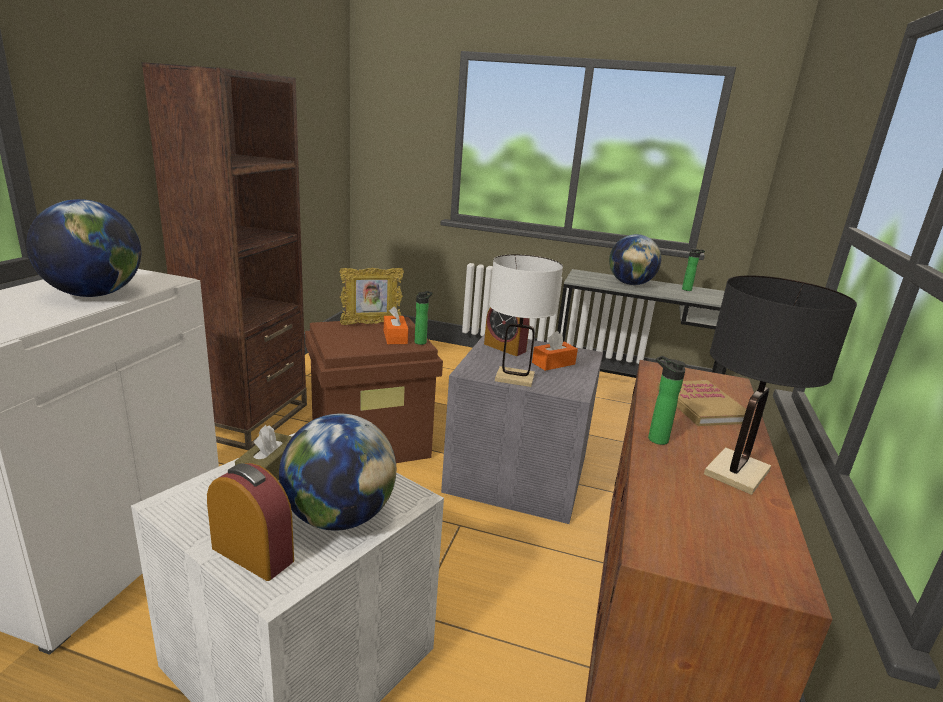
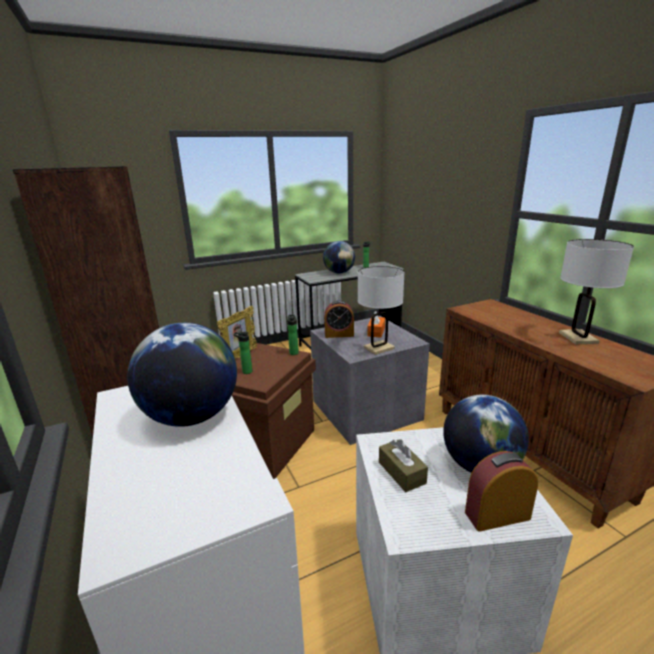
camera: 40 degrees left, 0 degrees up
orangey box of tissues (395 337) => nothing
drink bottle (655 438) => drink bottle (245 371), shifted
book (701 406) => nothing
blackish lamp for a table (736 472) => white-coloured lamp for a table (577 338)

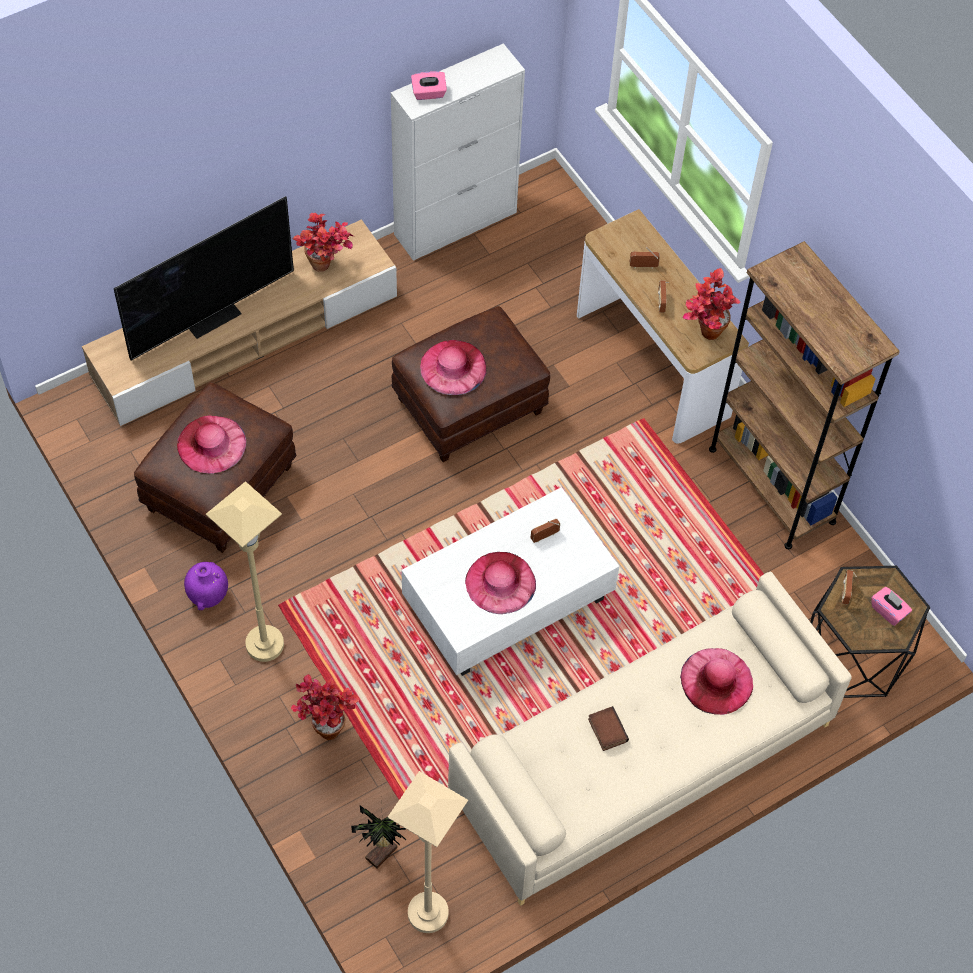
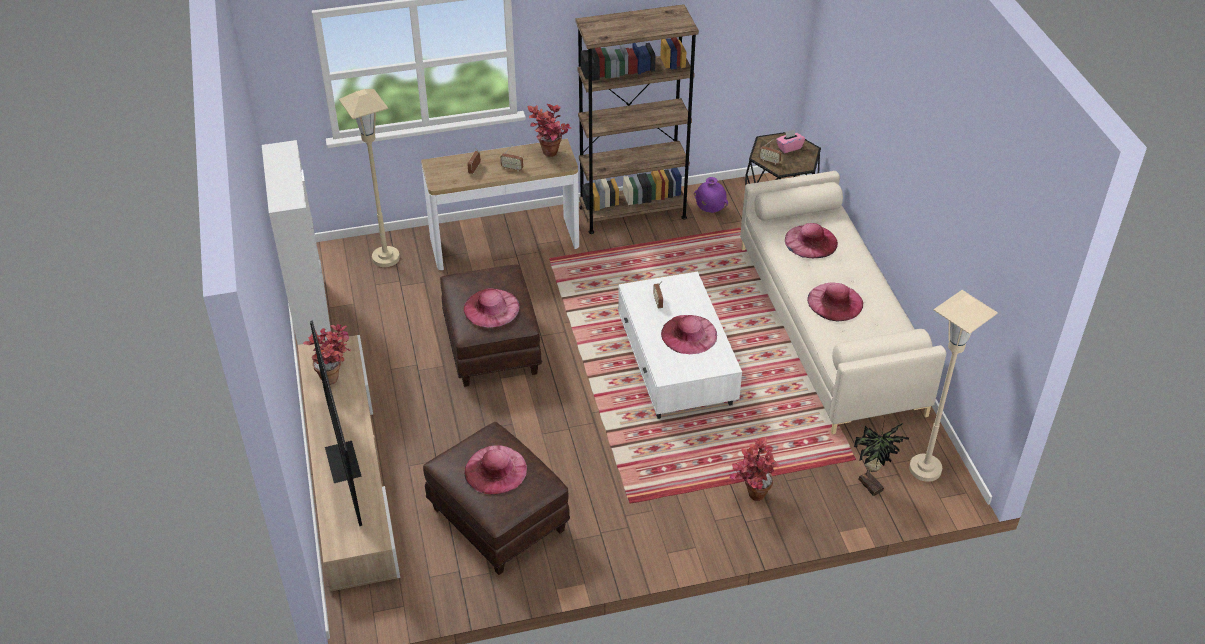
camera: 70 degrees left, 15 degrees down
purple decorative vase (208 595) => purple decorative vase (709 210), shifted
beige floor lamp (264 644) => beige floor lamp (385 258), shifted
pink box of tissues (429 93) => nothing
book (606 730) => pink wearable hat (835 302)

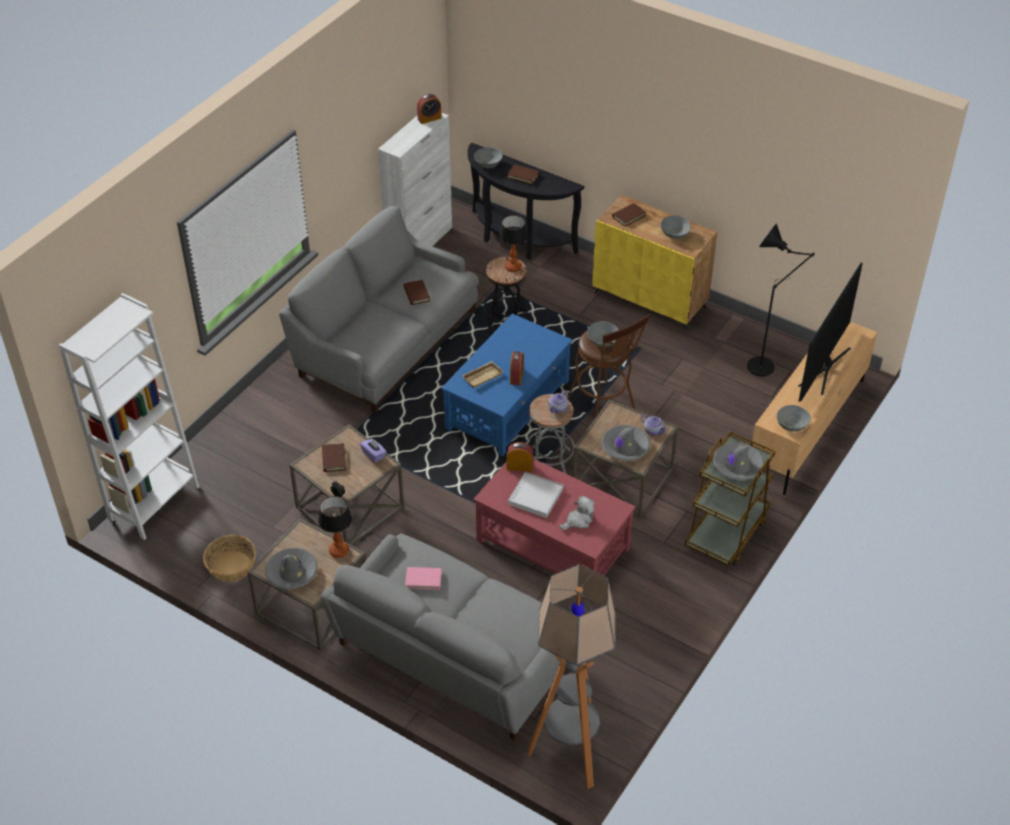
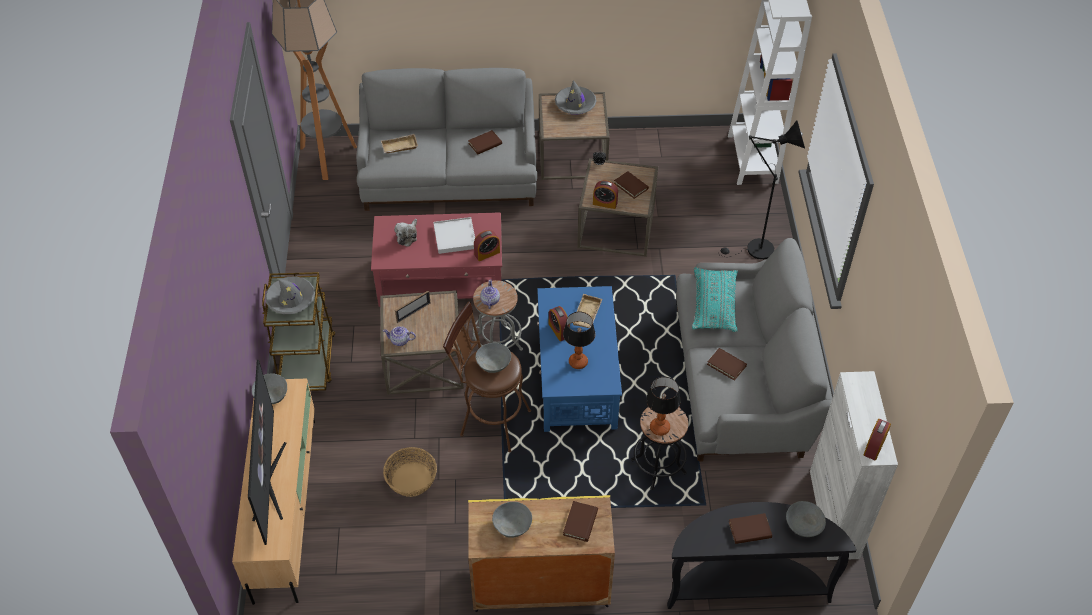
camera: 145 degrees right, 5 degrees up
basket (231 566) => basket (412 479), shifted
lamp for a table (338 551) => lamp for a table (578 362), shifted
purple box of tissues (374 455) => alarm clock (605 203)
pink book (423 579) => brownish book (485 144)
greyish wearable hat (625 447) => standing frame (413 312)
blackish floor lamp (766 368) => blackish floor lamp (755 250), shifted
nothing => beige carrying tray (399 147)
nothing => turquoise cushion (714 306)

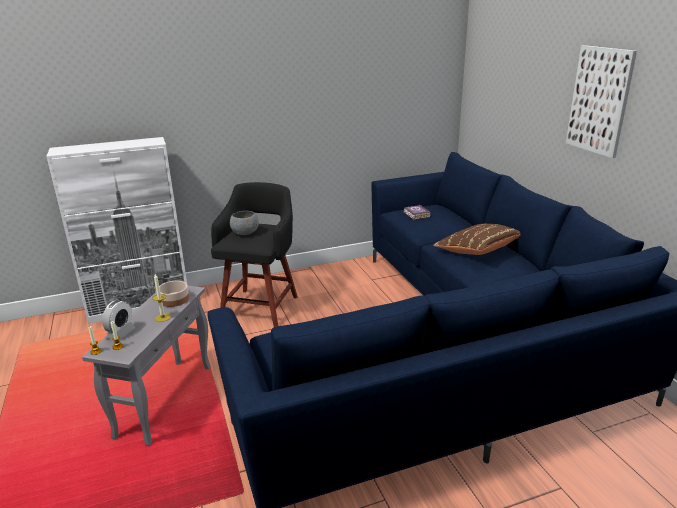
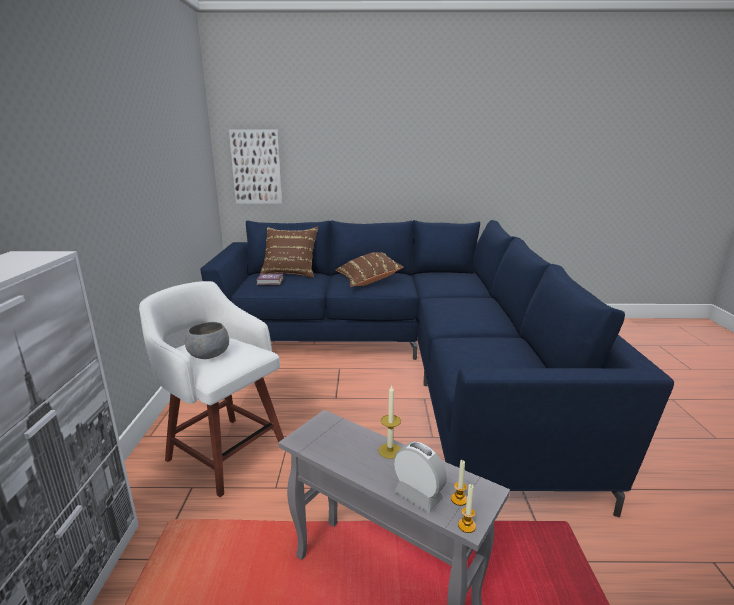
camera: 70 degrees left, 5 degrees down
bowl (174 299) => nothing
blackish stool seat (261 306) => white-coloured stool seat (225 452)
picture (599 100) => picture (256 167), shifted
nothing => brownish cushion (290 272)

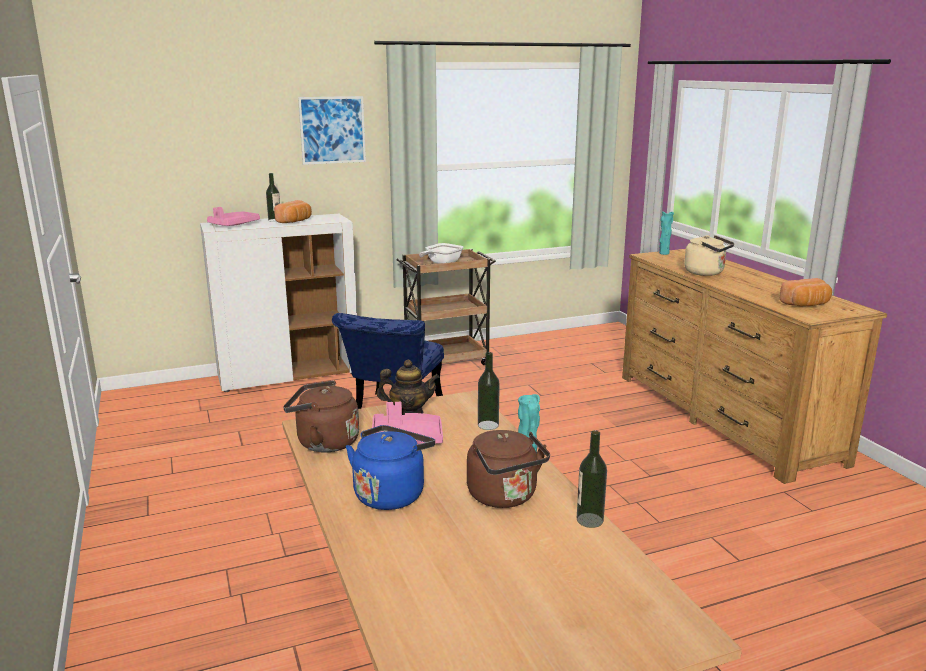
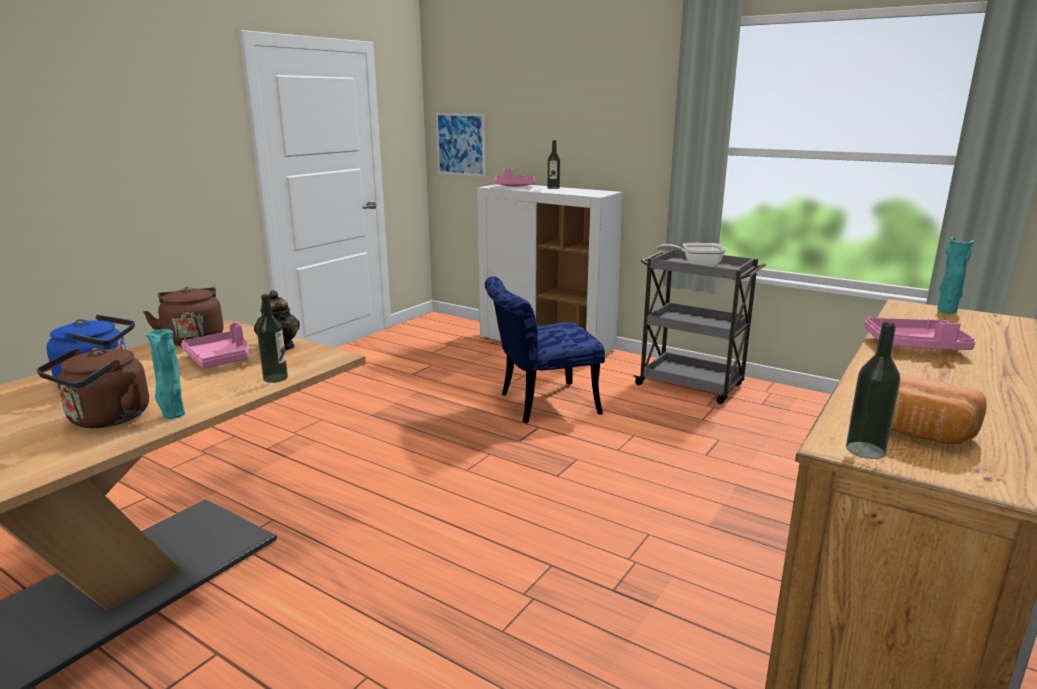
camera: 55 degrees right, 0 degrees up
bread (295 221) => nothing
picture (332 130) => picture (460 144), shifted
brownish trolley (446 361) => greyish trolley (691 385)
drink bottle (589 520) => drink bottle (865 450), shifted
beige kettle (706 273) => pink carrying tray (915 346)

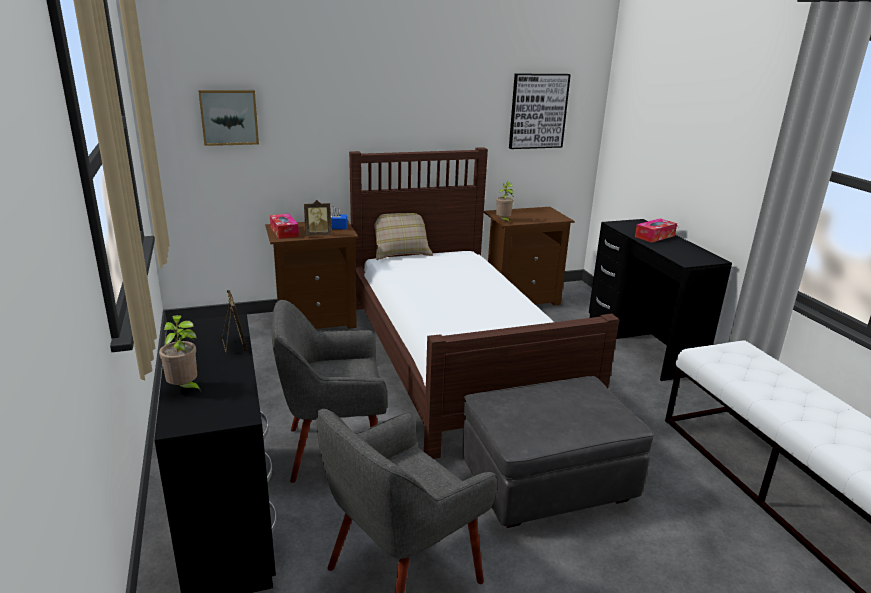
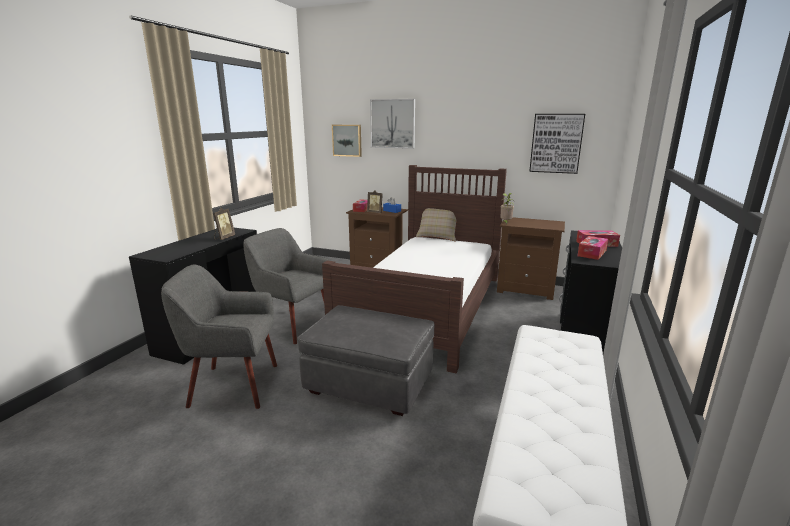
camera: 40 degrees right, 5 degrees down
plant in a pot (185 389) => nothing
nothing => picture (392 123)
nothing => box of tissues (592 253)

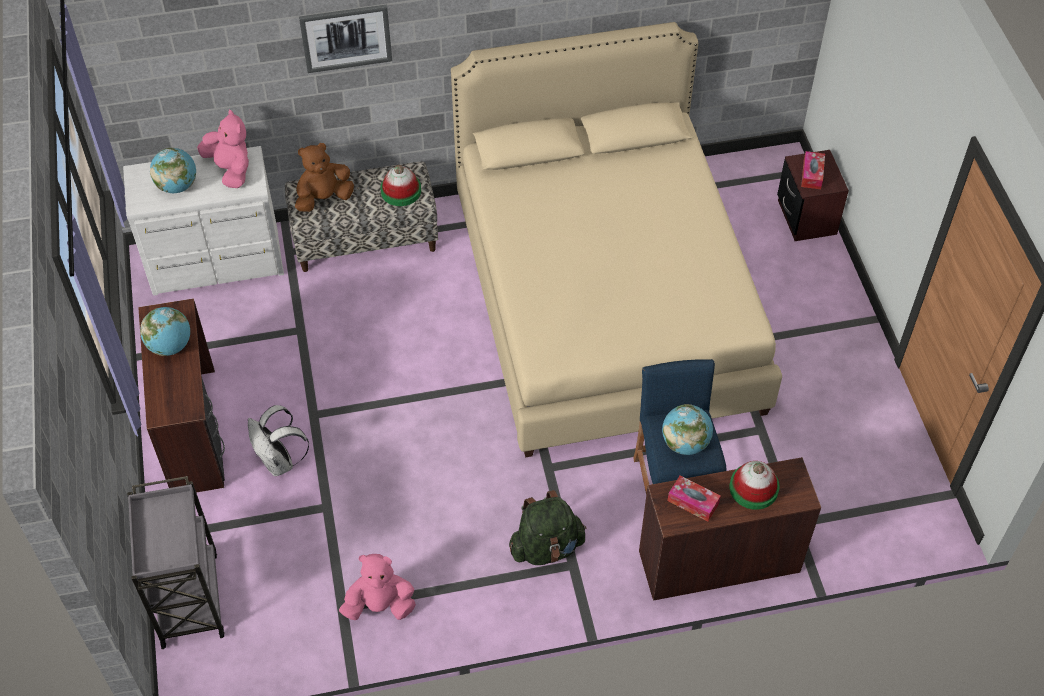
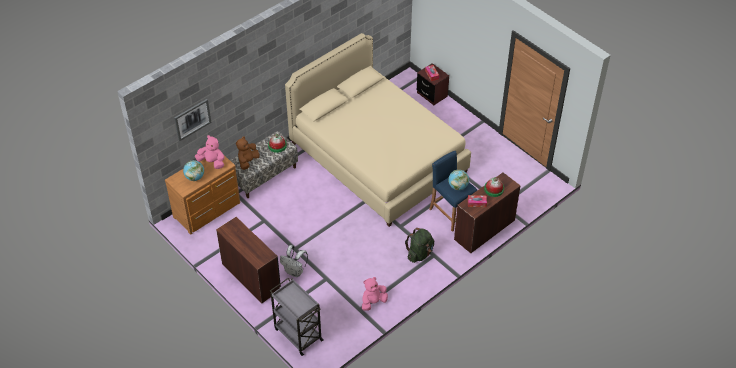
camera: 30 degrees left, 5 degrees down
white-coloured drawer chest (217 264) => brownish drawer chest (208 210)
globe (170 346) => nothing
picture (346 38) => picture (192 119), shifted

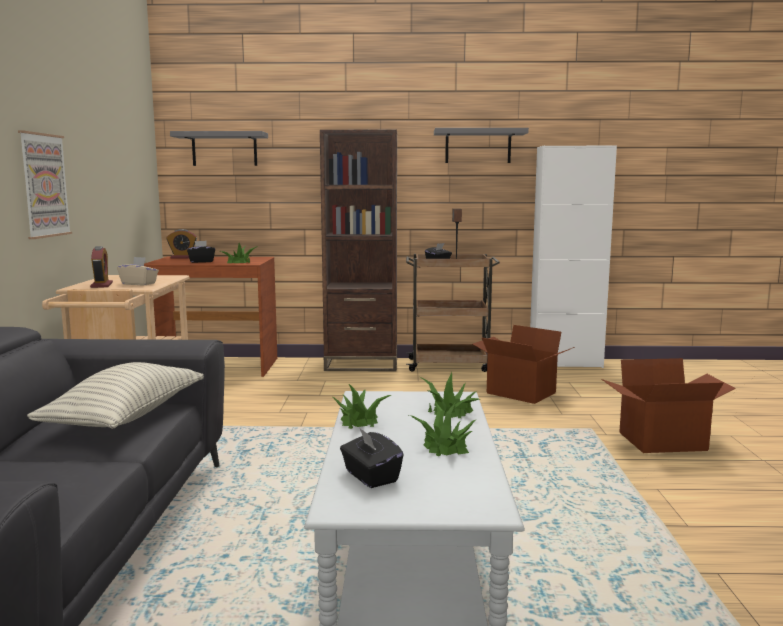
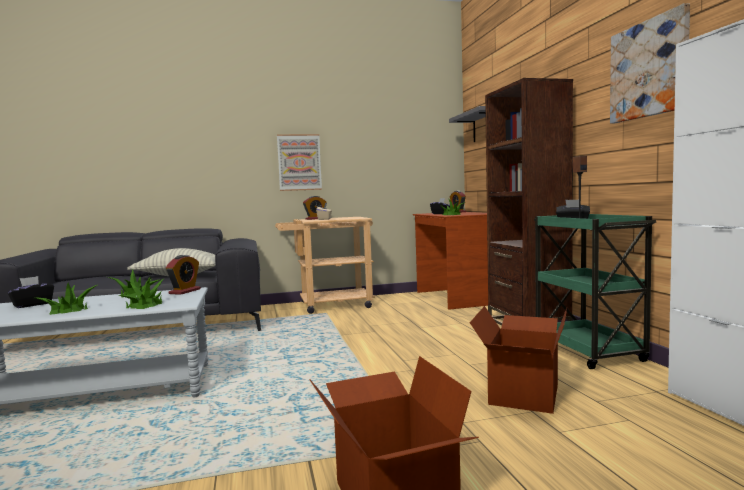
camera: 75 degrees right, 5 degrees down
brownish trolley (450 365) => greenish trolley (588 352)
greyish wall shelf (478 146) => picture (649 69)
nothing => alarm clock (185 291)

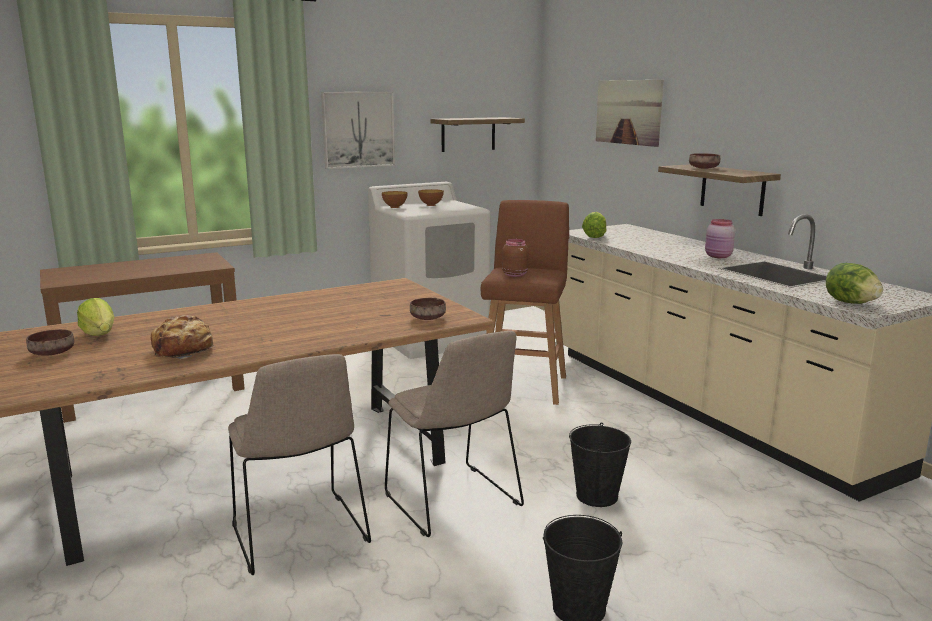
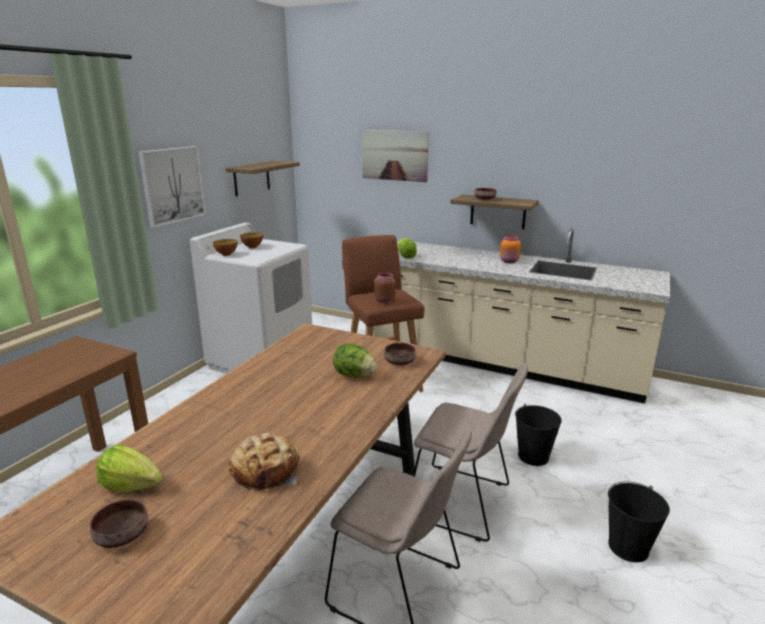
camera: 35 degrees left, 5 degrees up
pink storage jar (718 256) => orangey storage jar (509 261)
lettuce head (850 303) => lettuce head (354 375), shifted

